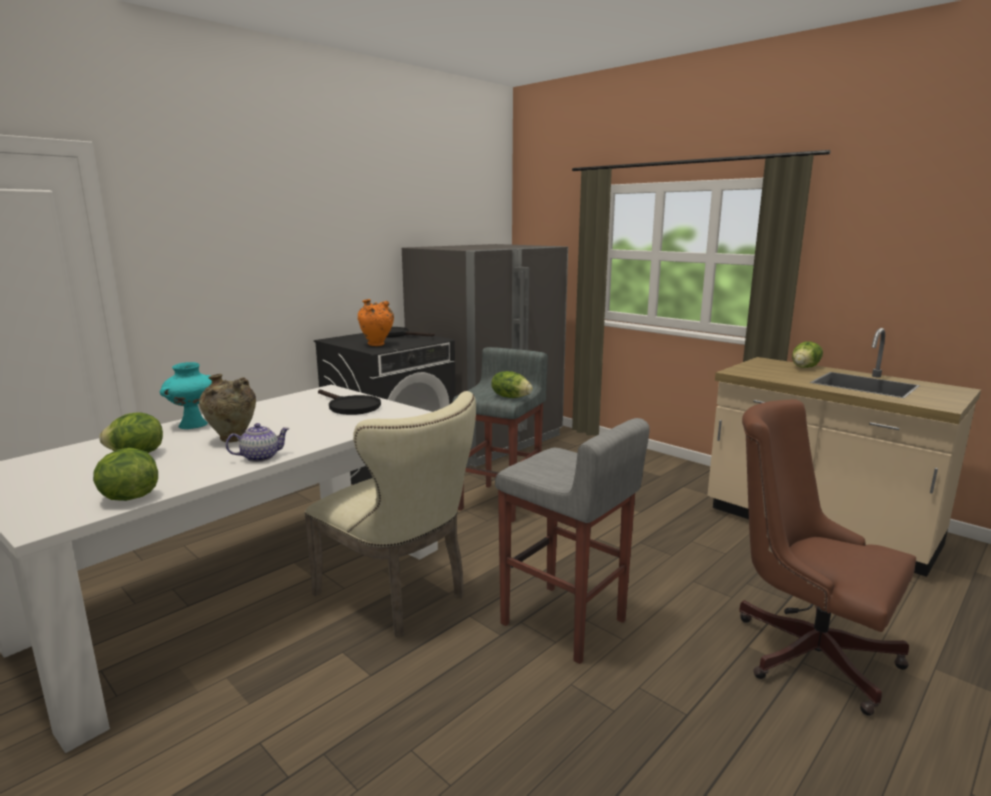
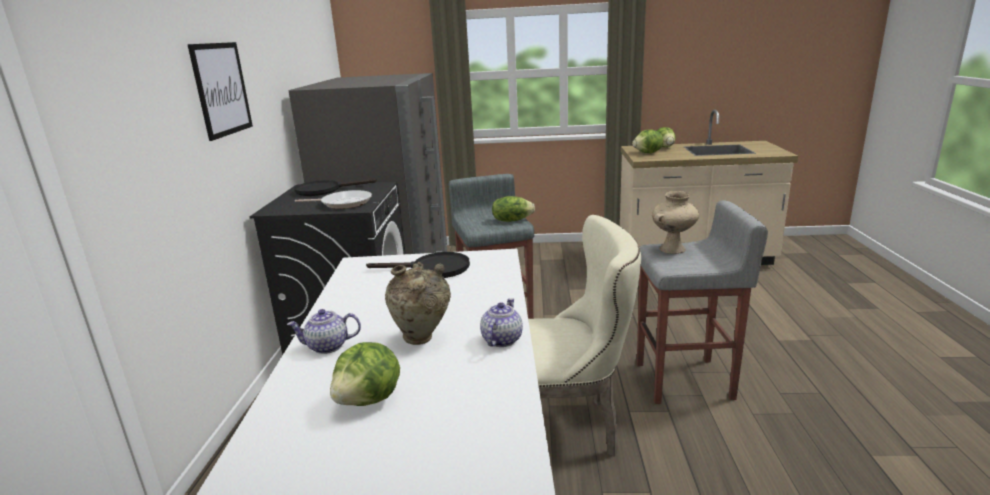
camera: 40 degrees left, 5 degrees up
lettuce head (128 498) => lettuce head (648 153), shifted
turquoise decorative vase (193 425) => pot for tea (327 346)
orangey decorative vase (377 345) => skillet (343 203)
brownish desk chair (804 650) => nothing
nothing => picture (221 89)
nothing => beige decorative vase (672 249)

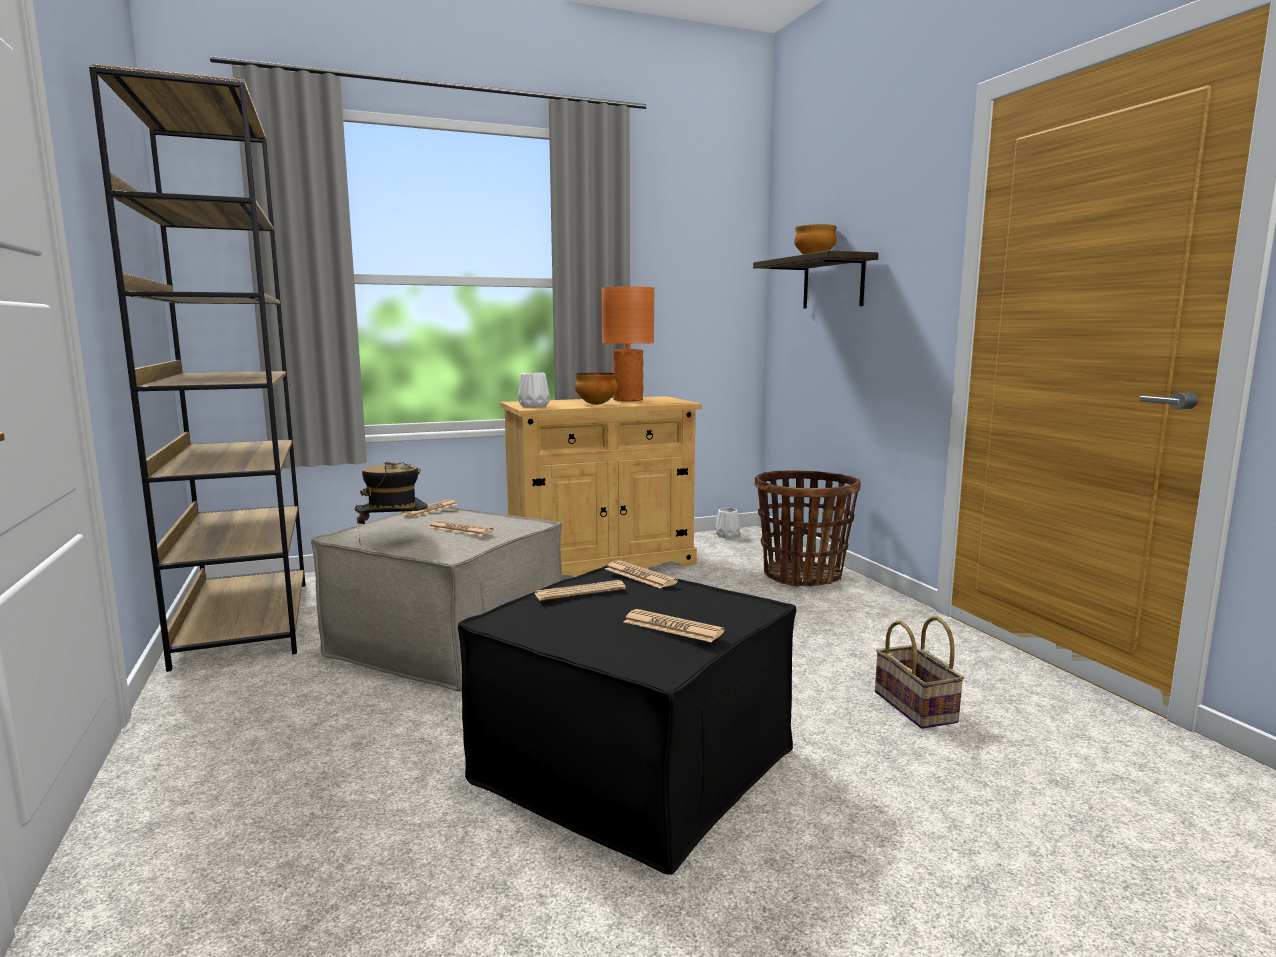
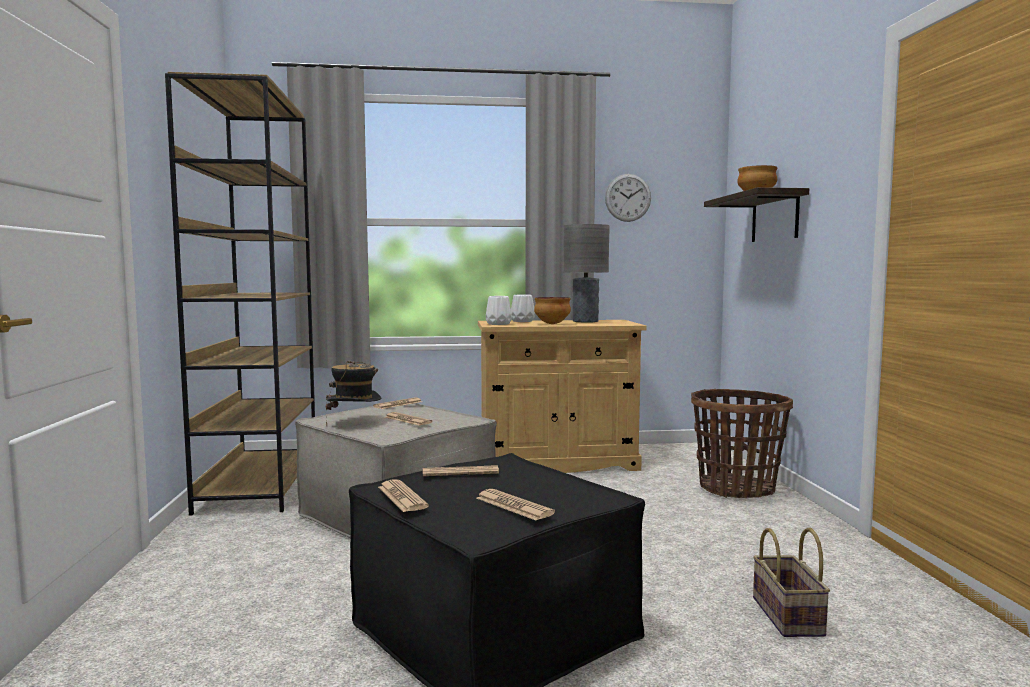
camera: 15 degrees right, 5 degrees down
orangey lamp for a table (627 400) => greyish lamp for a table (585 321)
printed paper (640 576) => printed paper (402 497), shifted
white-coloured decorative vase (728 536) => white-coloured decorative vase (523 321), shifted
nothing => hanging clock (628 197)

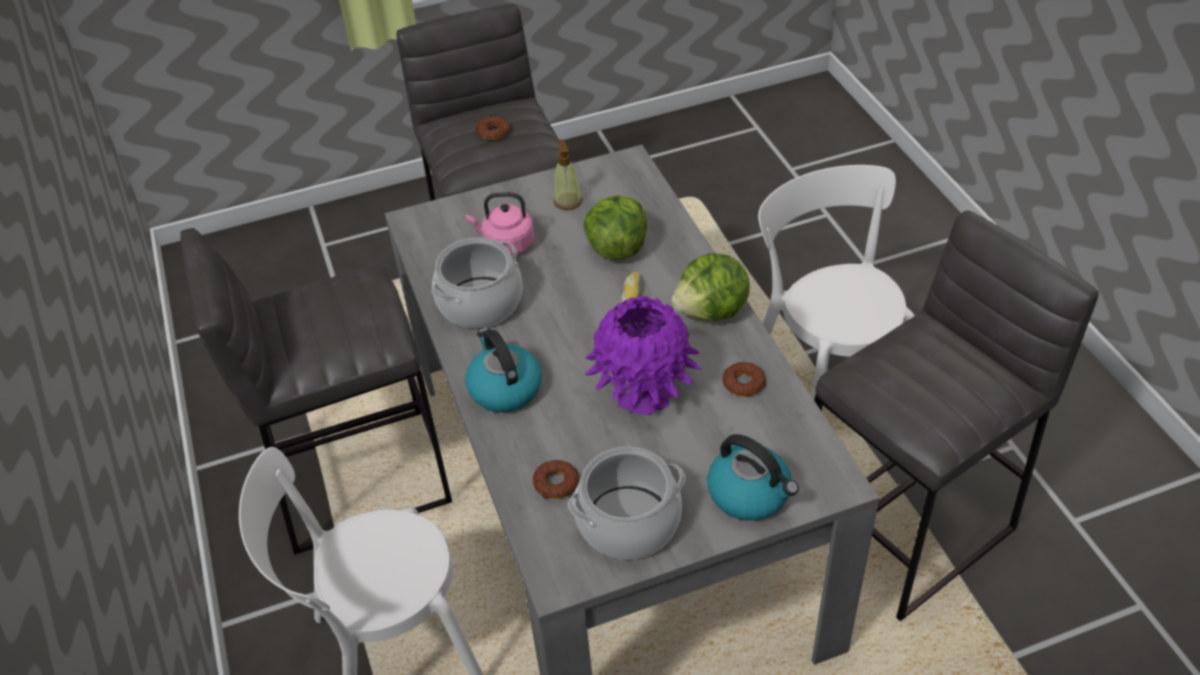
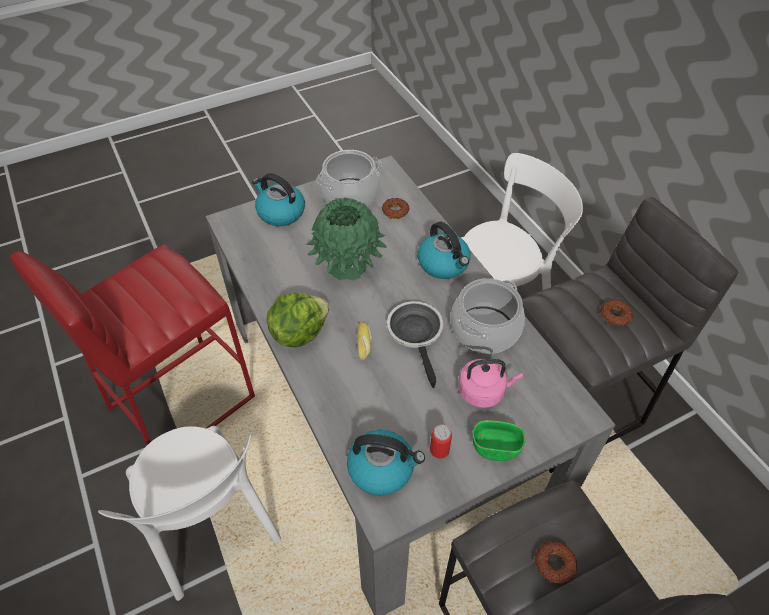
camera: 170 degrees right, 5 degrees up
soap dispenser (567 201) => sealed can (439 450)
lettuce head (617 247) => nothing
purple decorative vase (643 393) => greenish decorative vase (347 266)
doughnut (744 383) => doughnut (615 315), shifted
greyish stool seat (909 530) => reddish stool seat (180 402)
nothing => kettle (382 468)
nothing => skillet (416 335)
nothing => greenish bowl (496 447)

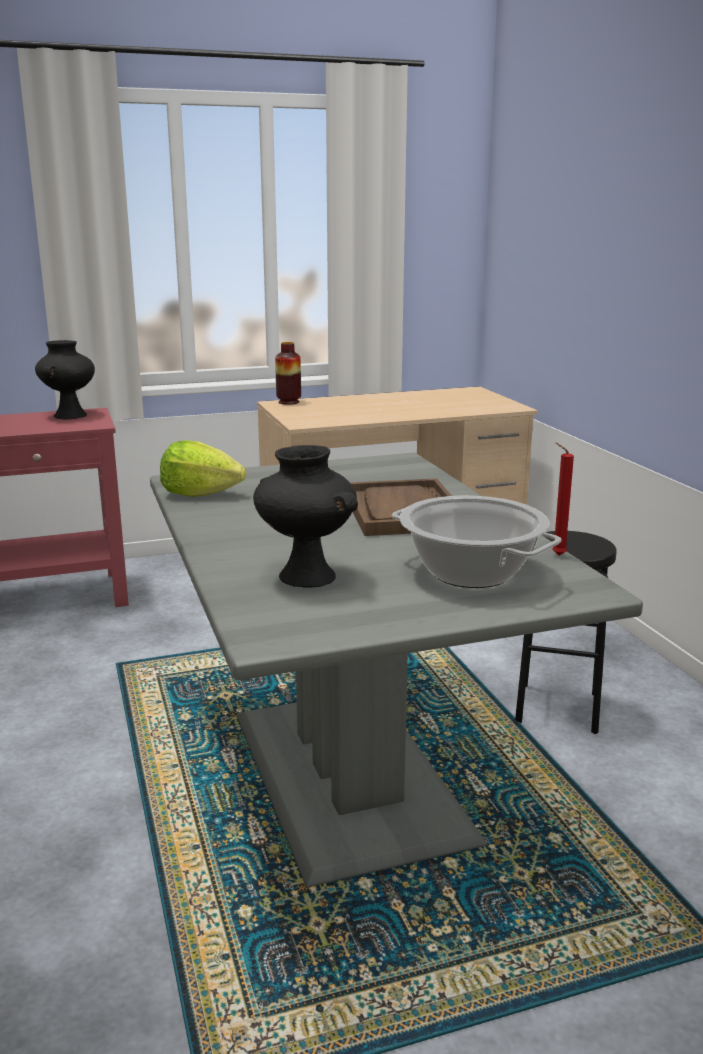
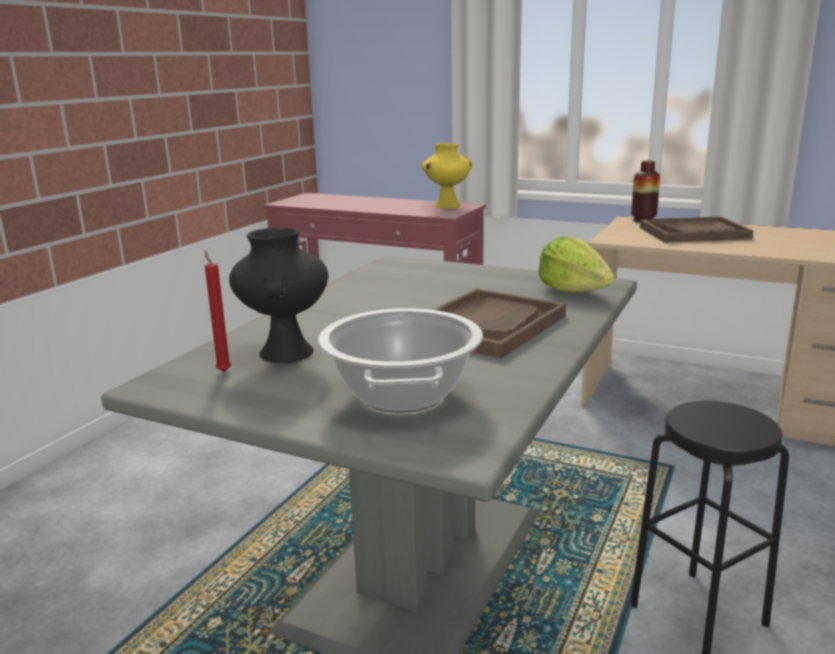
camera: 45 degrees right, 0 degrees up
blackish decorative vase (70 415) => yellow-coloured decorative vase (447 206)
lettuce head (200 494) => lettuce head (573 291), shifted
reddish wax candle (556 555) => reddish wax candle (223 371), shifted
nothing => brownish carrying tray (693 233)

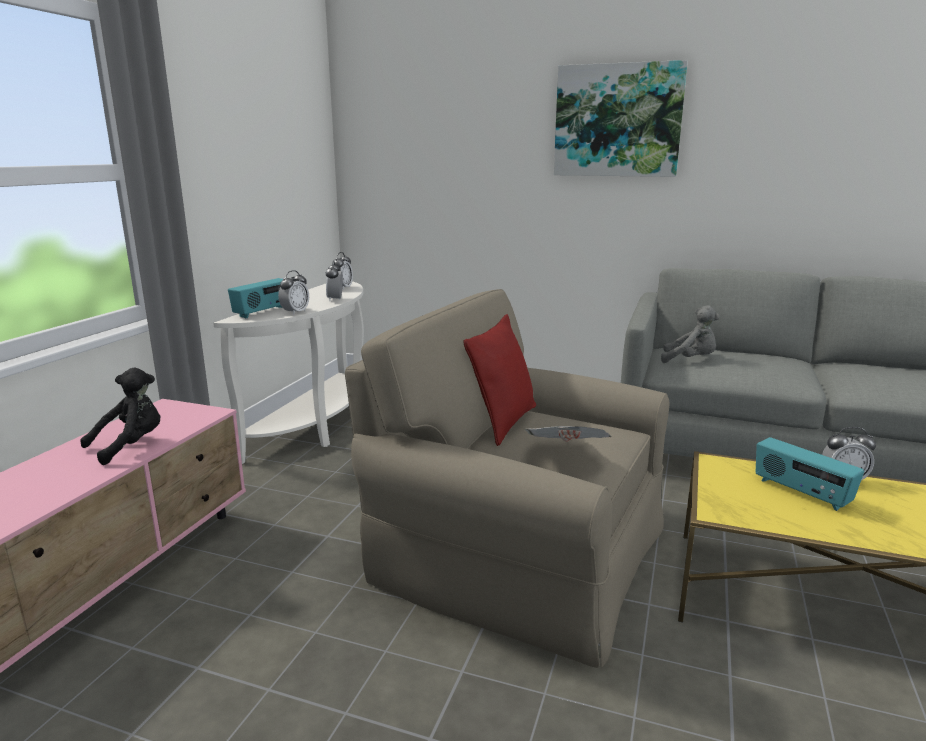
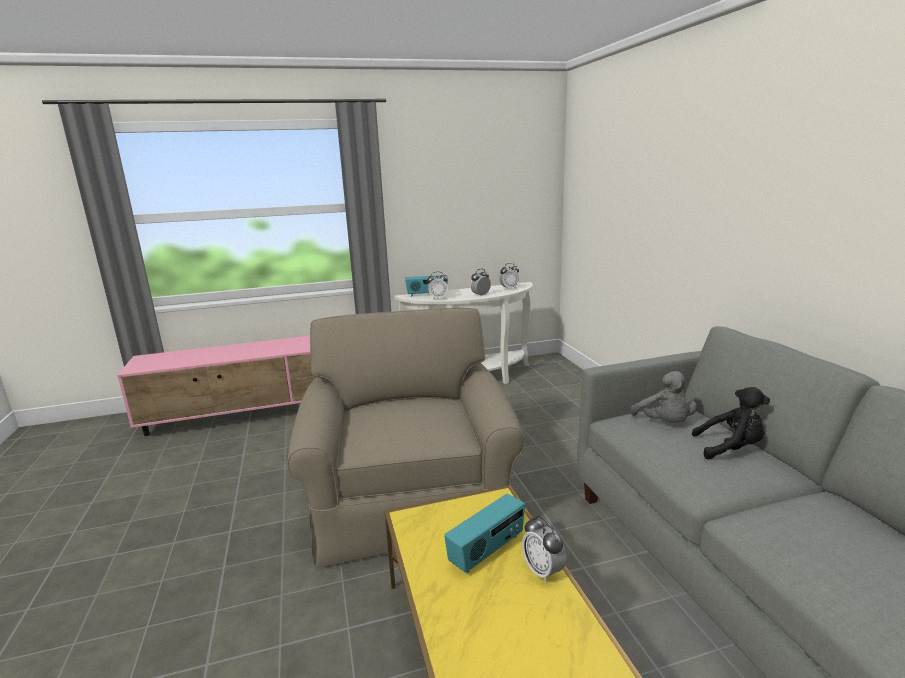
camera: 55 degrees right, 0 degrees up
blackish plush toy (130 446) => blackish plush toy (730 448), shifted
reddish cushion (503 422) => nothing
printed paper (566 455) => nothing
picture (617 121) => nothing
radio receiver (801 493) => radio receiver (487 551), 150 degrees counterclockwise

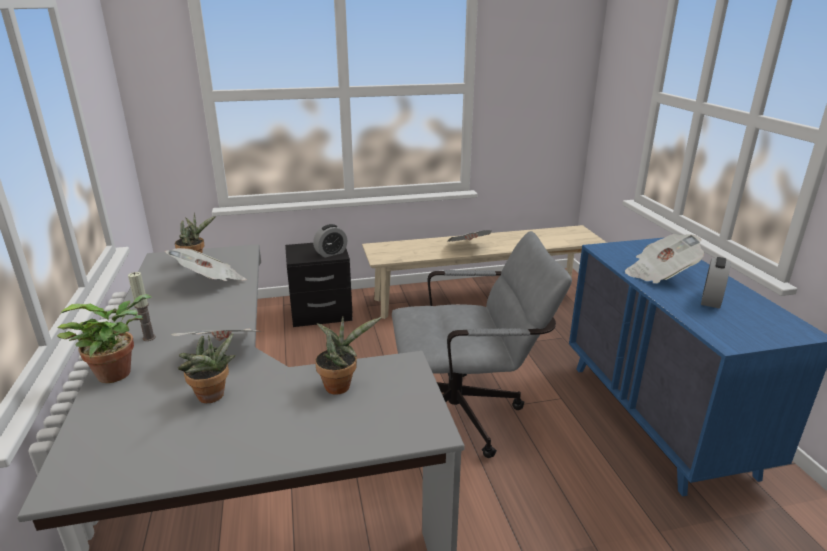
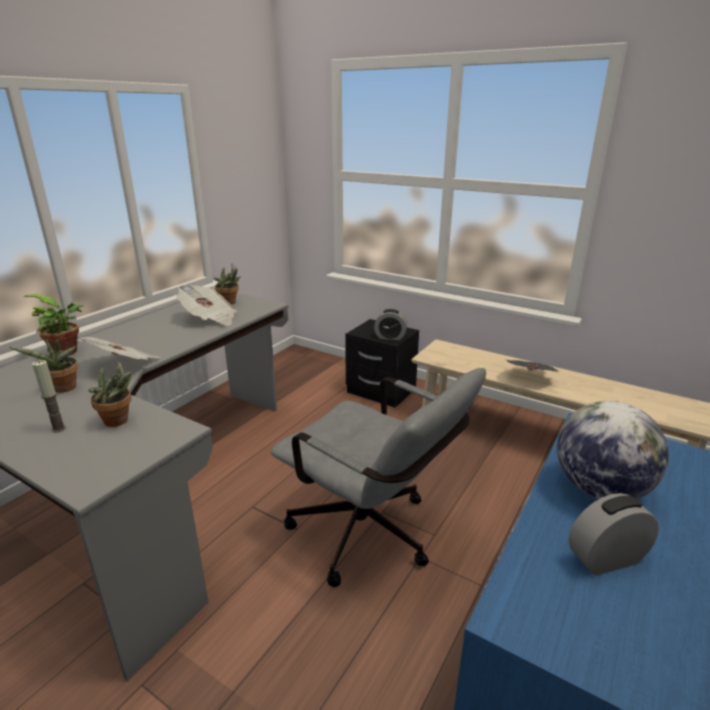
camera: 45 degrees right, 0 degrees up
wax candle (149 338) => wax candle (58 428), shifted
printed paper (659 274) => globe (599 490)

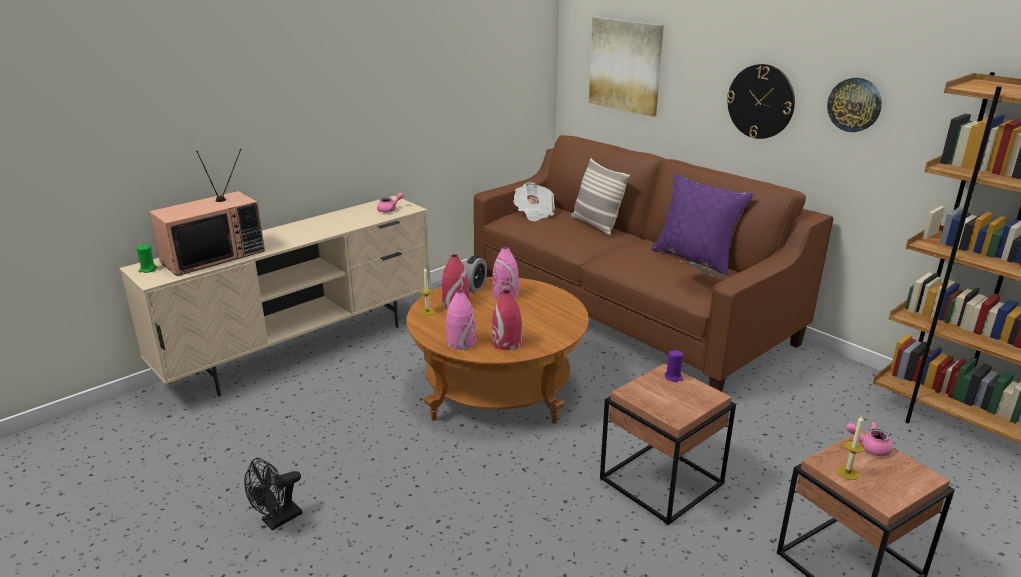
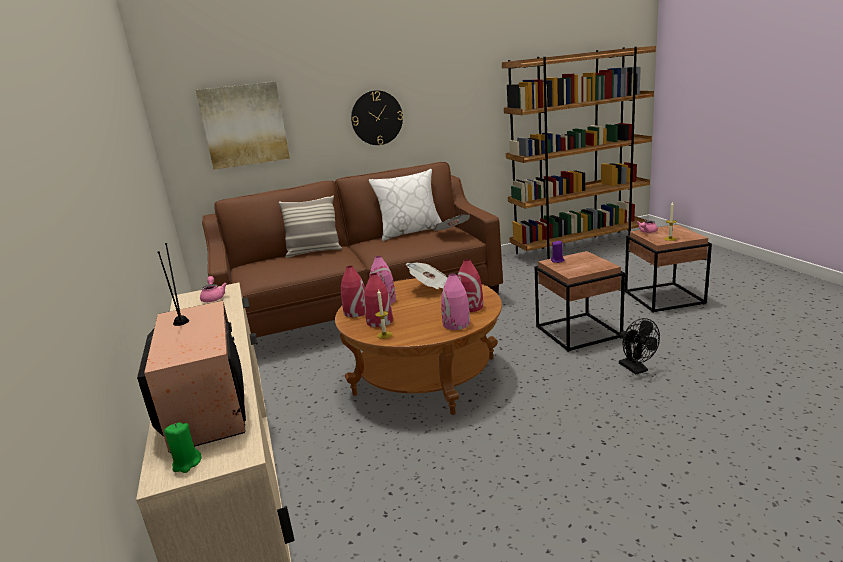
camera: 65 degrees left, 5 degrees down
blackish cooling fan (277 521) => blackish cooling fan (636 369), shifted
alarm clock (474 287) => reddish decorative vase (356 312)
printed paper (534 213) => printed paper (433 289), shifted
purple cushion (695 258) => white-coloured cushion (410 232)
hanging clock (854 104) => nothing

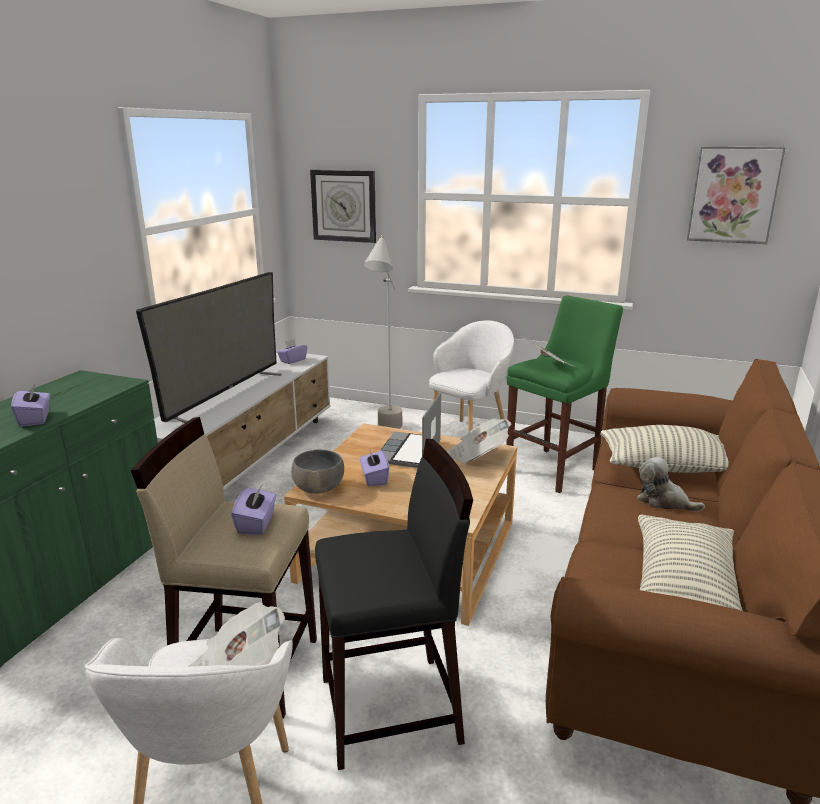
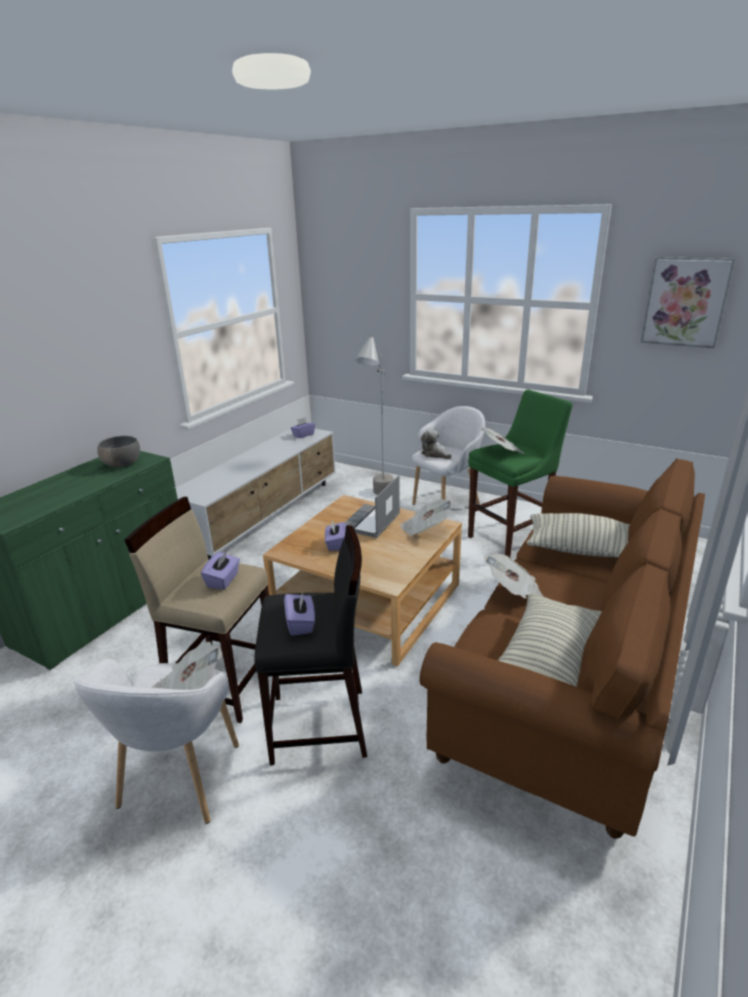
camera: 10 degrees right, 5 degrees up
purple box of tissues (35 419) => purple box of tissues (301 624), shifted
TV (225 396) => nothing
greyish bowl (318 488) => greyish bowl (122 464), shifted
hanging clock (344 206) => nothing
plush toy (663 501) => plush toy (435 454), shifted
nothing => printed paper (513 590)

